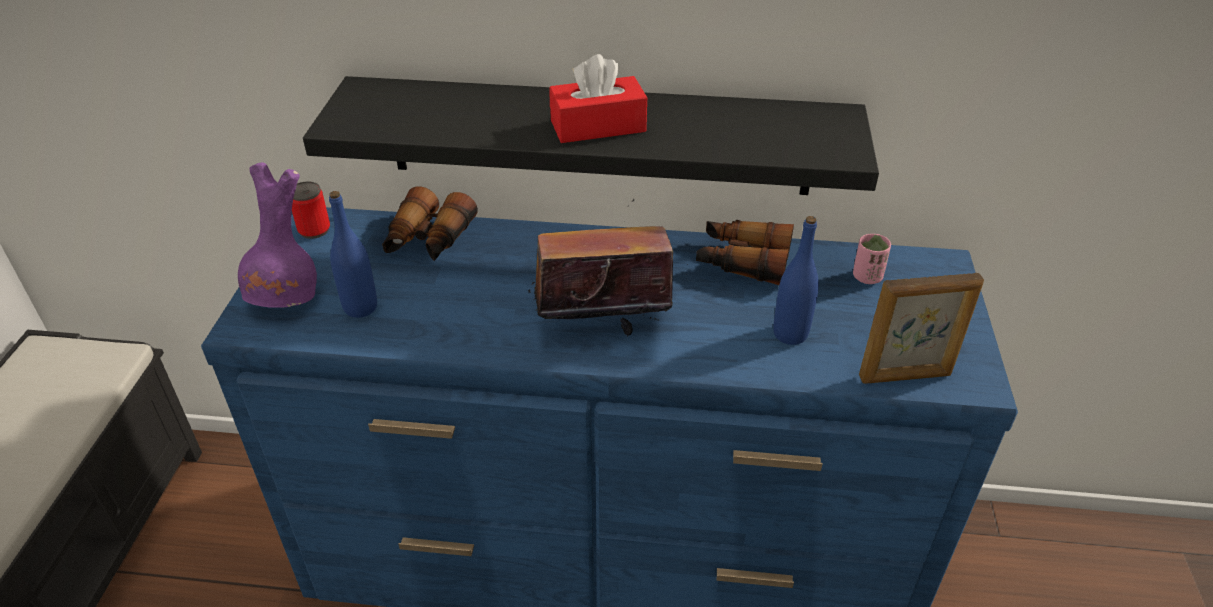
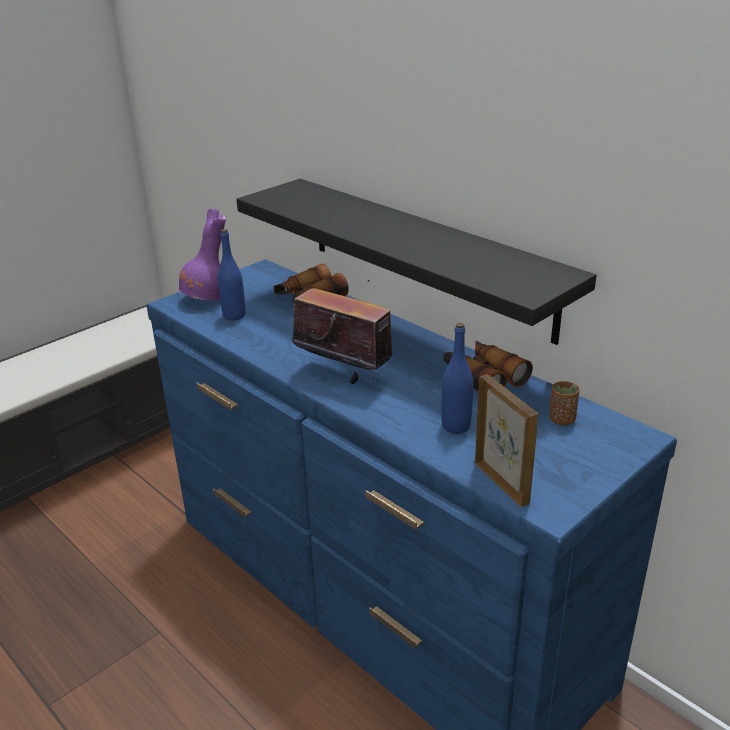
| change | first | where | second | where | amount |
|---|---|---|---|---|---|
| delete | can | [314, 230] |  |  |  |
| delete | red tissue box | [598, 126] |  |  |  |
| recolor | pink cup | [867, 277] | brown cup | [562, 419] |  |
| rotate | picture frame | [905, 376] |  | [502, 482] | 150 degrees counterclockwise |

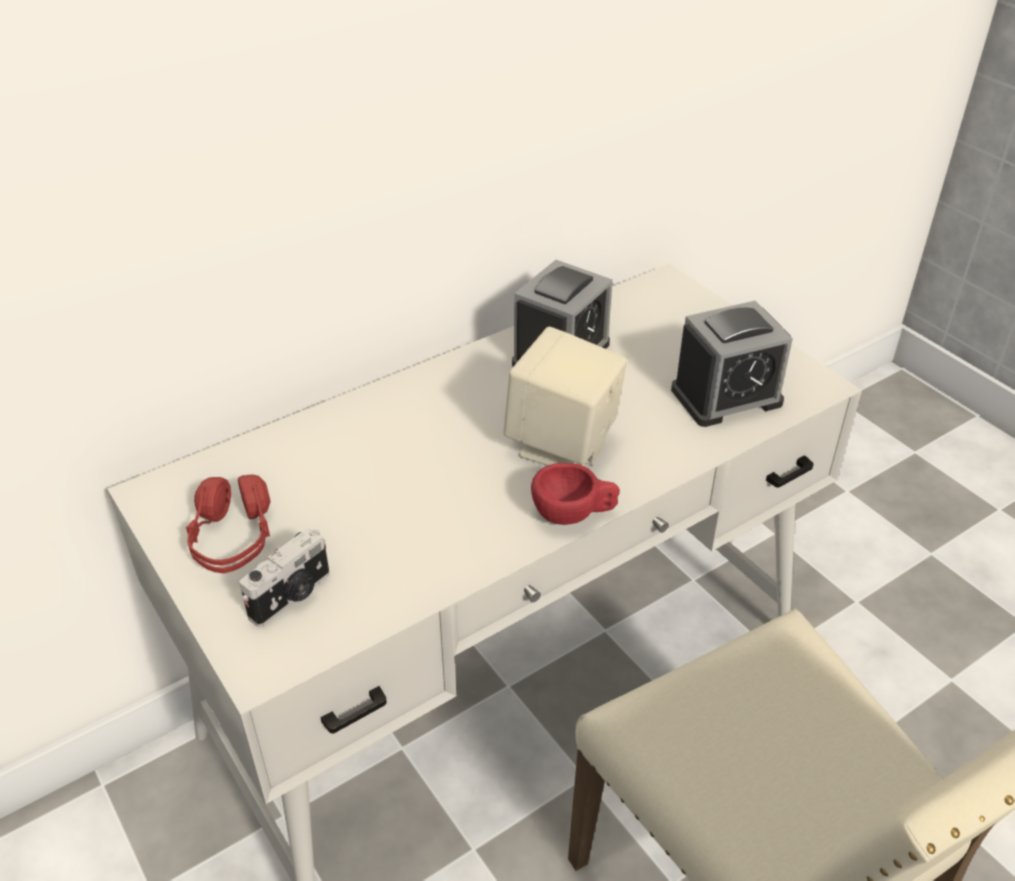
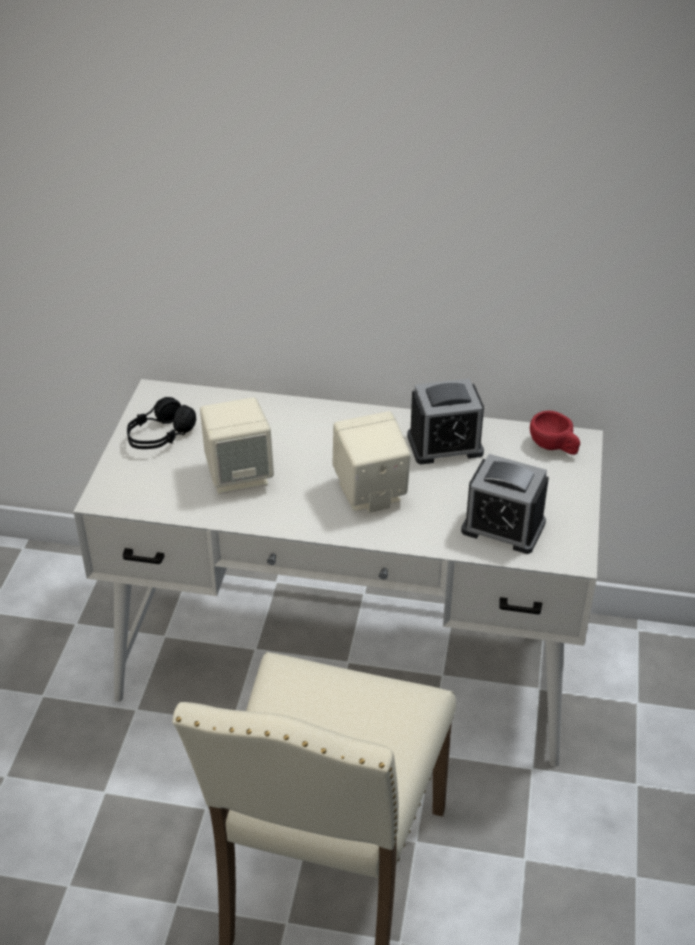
| change | first | where | second | where | amount |
|---|---|---|---|---|---|
| recolor | red headphones | [233, 539] | black headphones | [160, 436] |  |
| delete | photo camera | [292, 596] |  |  |  |
| move | red cup | [574, 514] |  | [554, 447] |  |
| insert |  |  | beige speaker | [239, 474] |  |

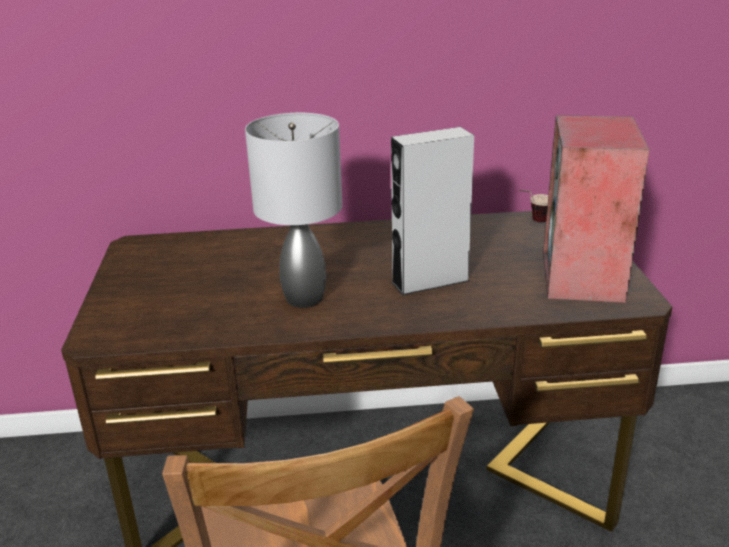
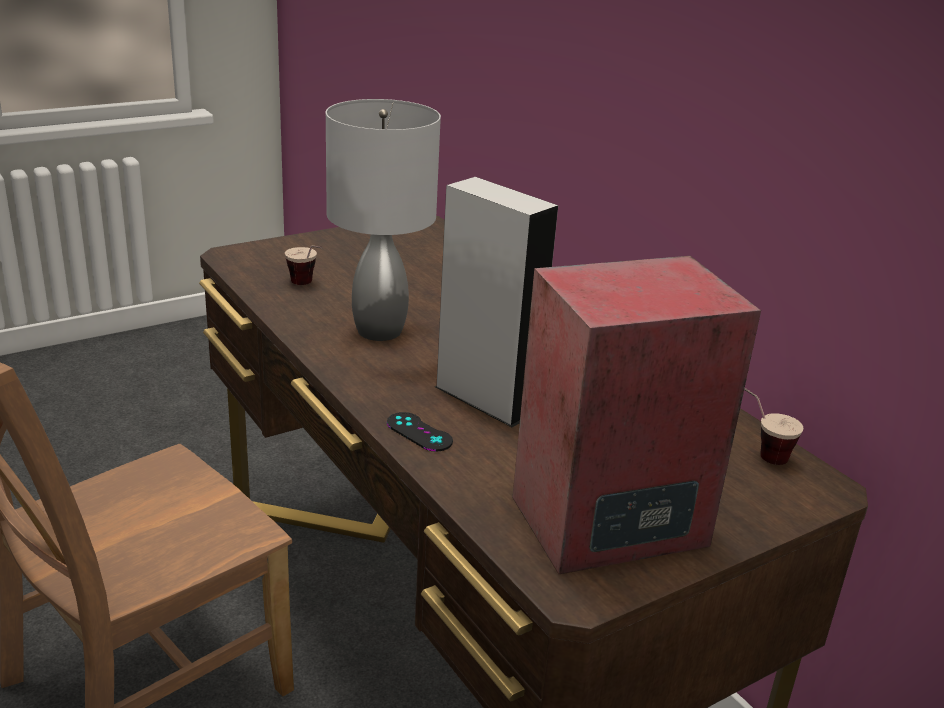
| change | first | where | second | where | amount |
|---|---|---|---|---|---|
| insert |  |  | cup | [307, 286] |  |
| insert |  |  | black game controller | [419, 432] |  |

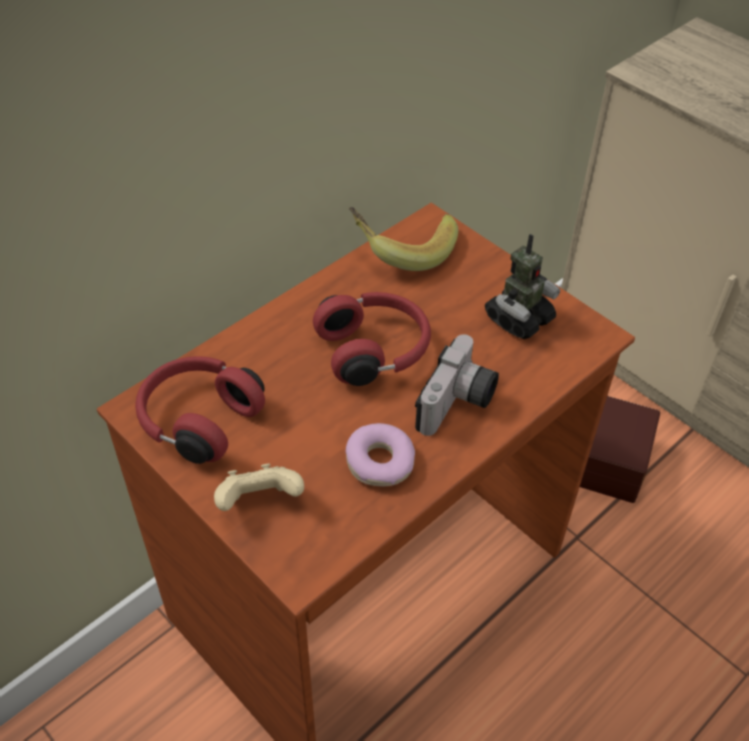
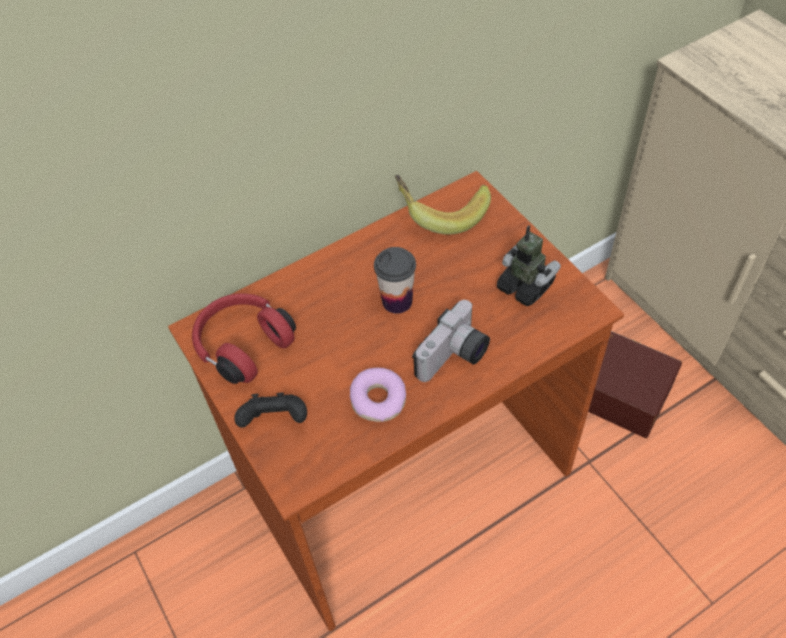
| change | first | where | second | where | amount |
|---|---|---|---|---|---|
| recolor | beige game controller | [259, 502] | black game controller | [276, 420] |  |
| replace | red headphones | [375, 350] | cup | [397, 301] |  |
| rotate | toy robot | [518, 319] |  | [525, 286] | 105 degrees counterclockwise |

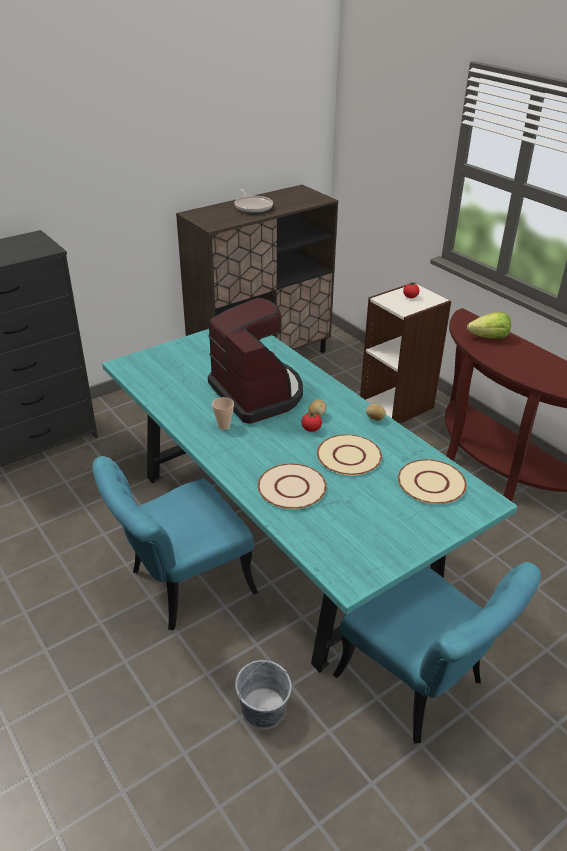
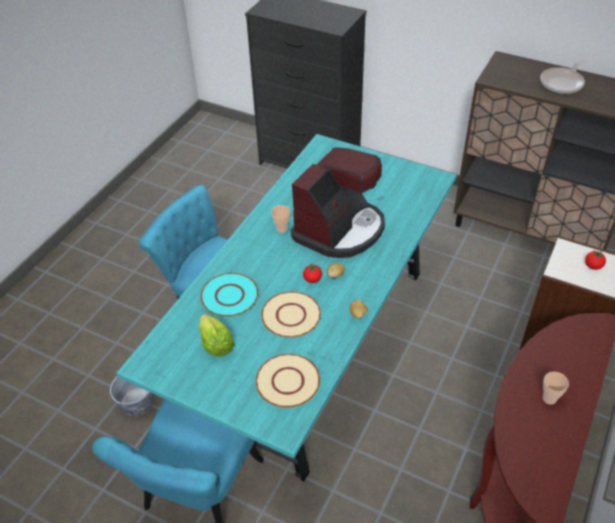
| change | first | where | second | where | amount |
|---|---|---|---|---|---|
| recolor | beige plate | [292, 487] | turquoise plate | [230, 296] |  |
| move | lettuce | [489, 337] |  | [216, 344] |  |
| insert |  |  | cup | [549, 398] |  |

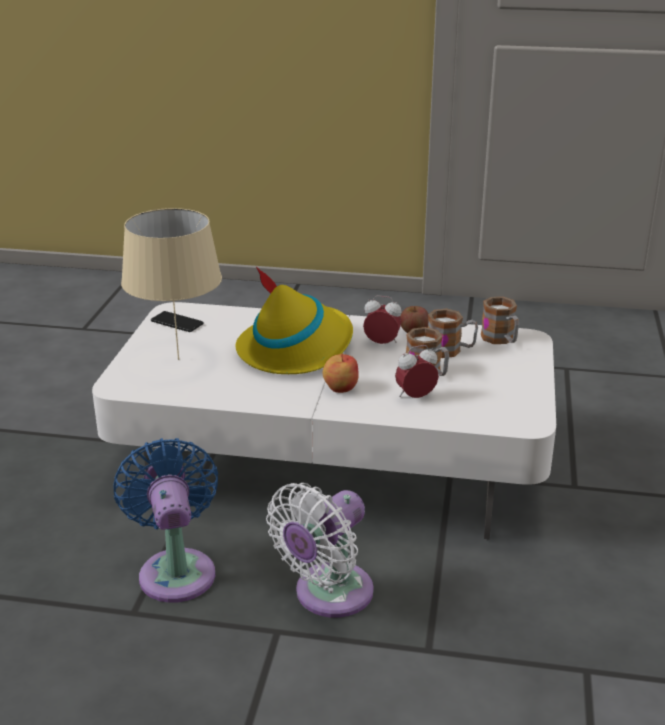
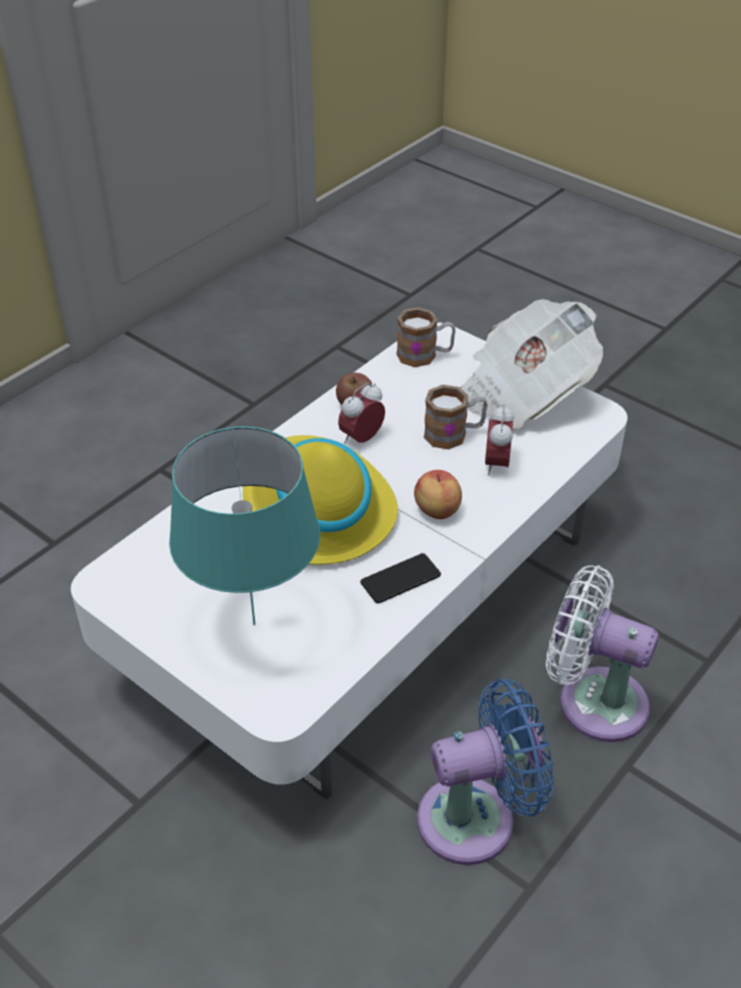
| change | first | where | second | where | amount |
|---|---|---|---|---|---|
| rotate | blue fan | [176, 570] |  | [476, 818] | 150 degrees clockwise |
| recolor | beige table lamp | [179, 360] | turquoise table lamp | [256, 624] |  |
| move | phone | [177, 322] |  | [400, 579] |  |
| rotate | white fan | [328, 595] |  | [593, 700] | 135 degrees clockwise |
| delete | mug | [451, 350] |  |  |  |
| insert |  |  | newspaper | [522, 392] |  |

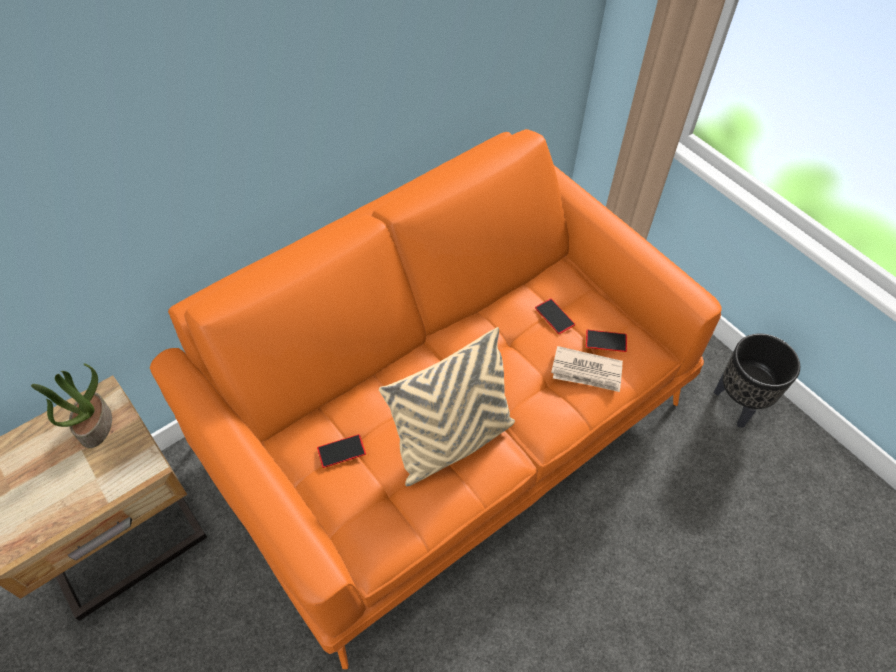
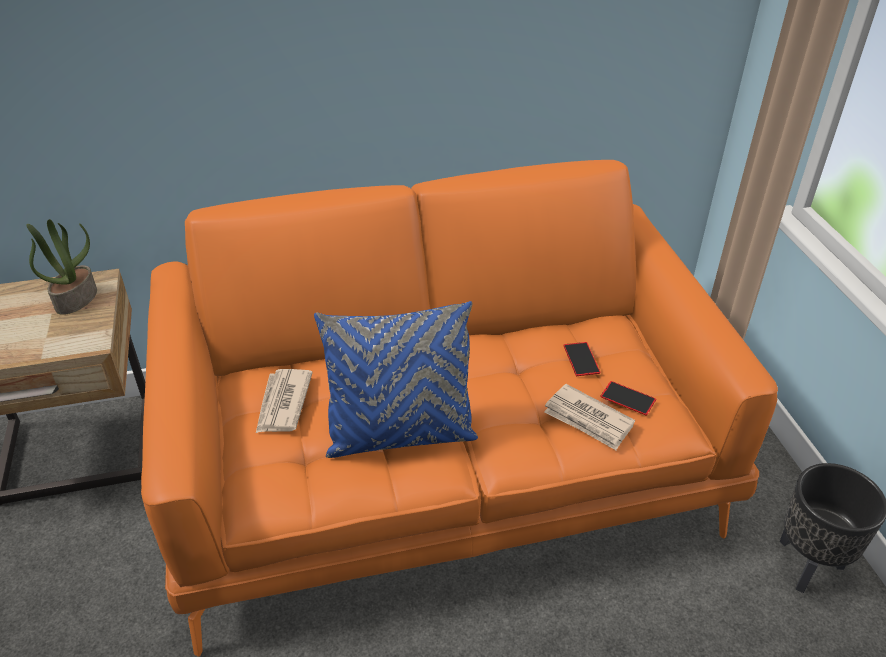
| change | first | where | second | where | amount |
|---|---|---|---|---|---|
| replace | phone | [341, 451] | newspaper | [282, 403] |  |
| recolor | beige pillow | [452, 441] | blue pillow | [400, 435] |  |

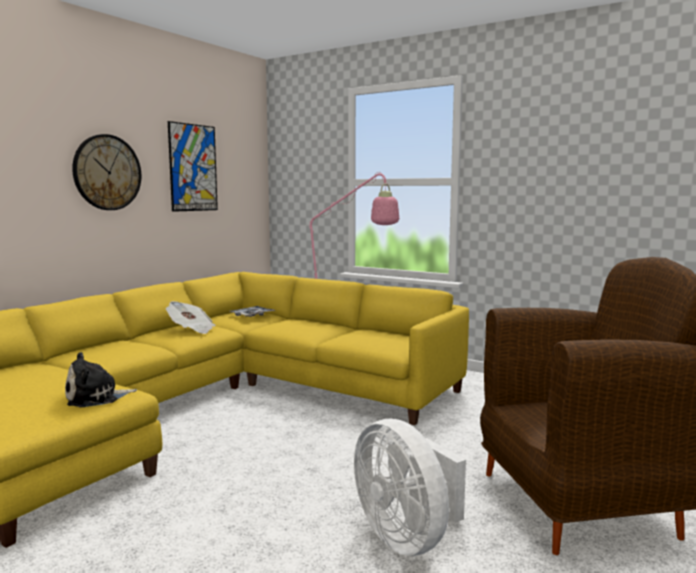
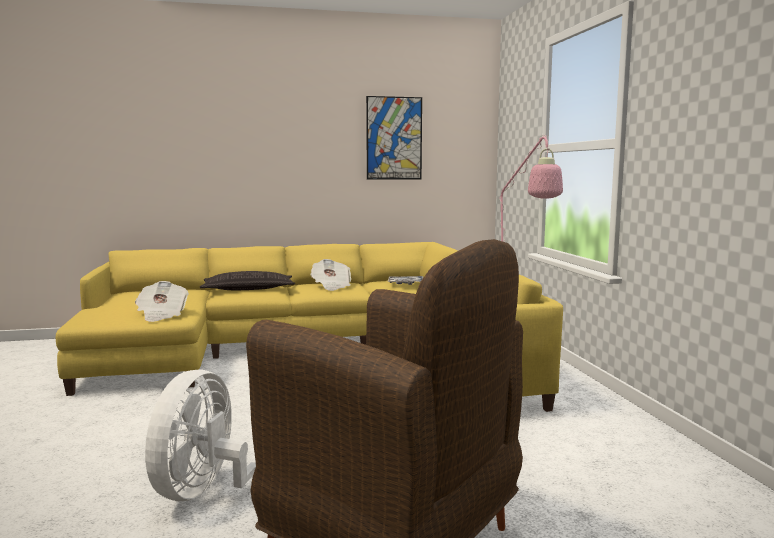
| change | first | where | second | where | amount |
|---|---|---|---|---|---|
| replace | plush toy | [96, 398] | newspaper | [162, 315] |  |
| delete | wall clock | [107, 172] |  |  |  |
| insert |  |  | pillow | [248, 289] |  |

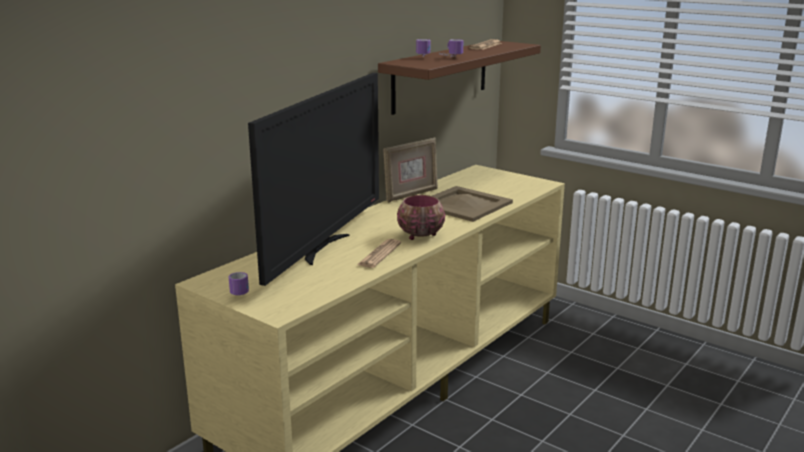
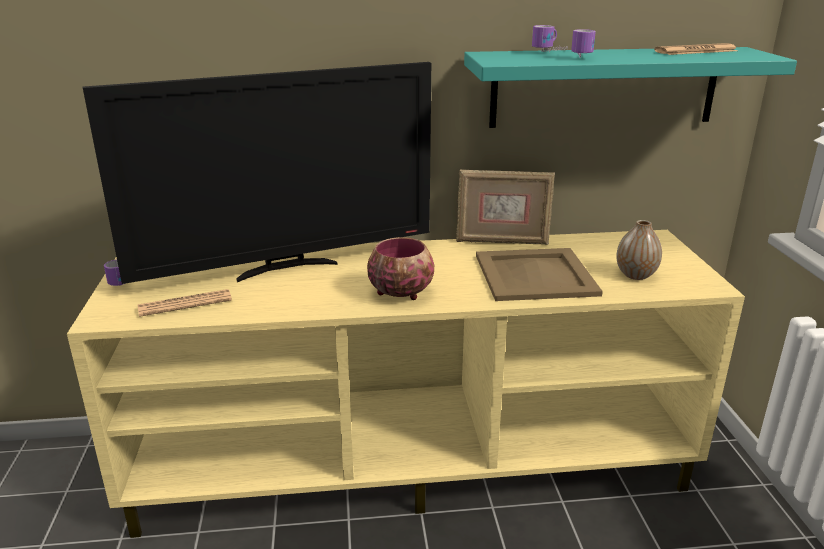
| change | first | where | second | where | amount |
|---|---|---|---|---|---|
| move | newspaper | [379, 254] |  | [185, 304] |  |
| recolor | brown shelf | [440, 76] | turquoise shelf | [604, 87] |  |
| insert |  |  | vase | [635, 275] |  |

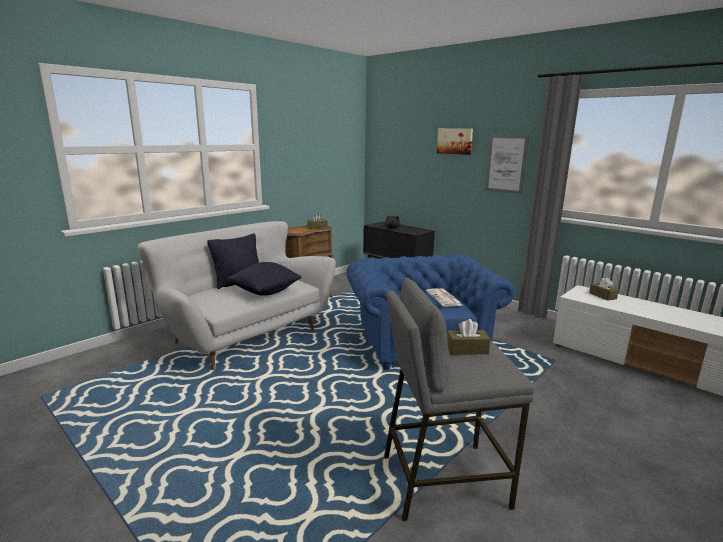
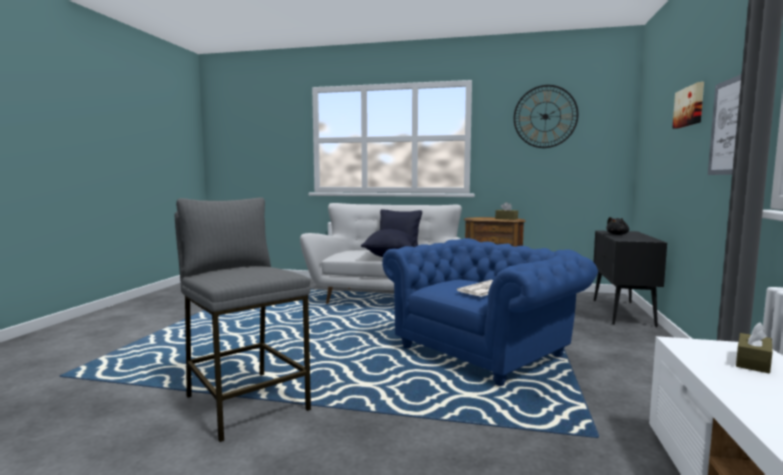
| change | first | where | second | where | amount |
|---|---|---|---|---|---|
| delete | brown tissue box | [467, 349] |  |  |  |
| insert |  |  | wall clock | [545, 116] |  |

